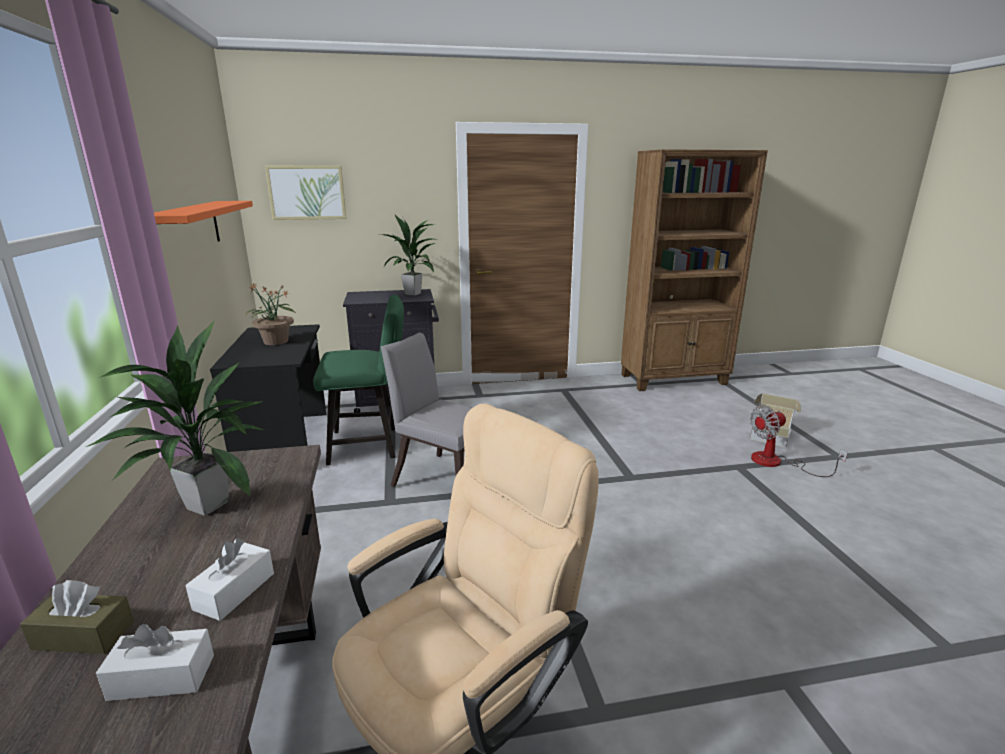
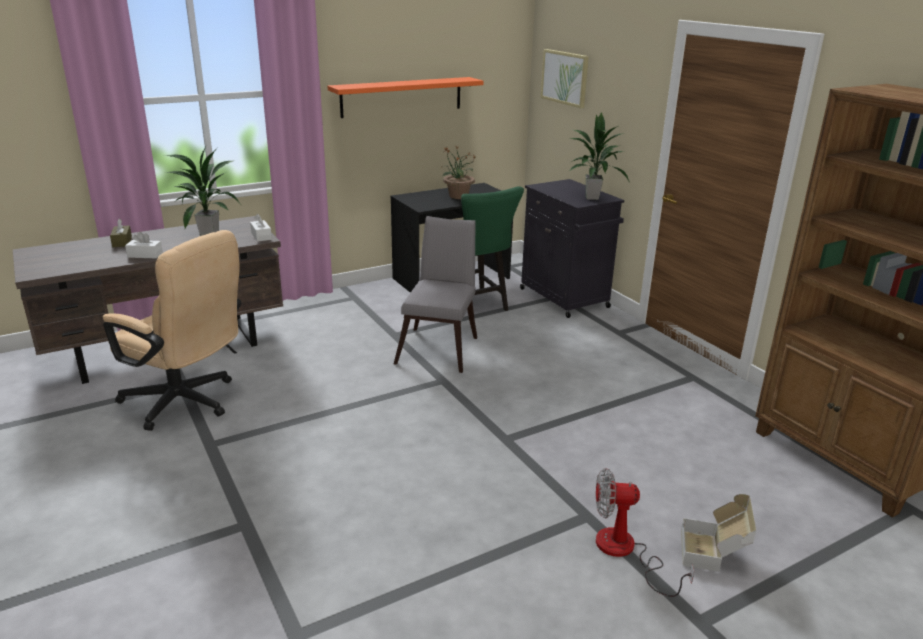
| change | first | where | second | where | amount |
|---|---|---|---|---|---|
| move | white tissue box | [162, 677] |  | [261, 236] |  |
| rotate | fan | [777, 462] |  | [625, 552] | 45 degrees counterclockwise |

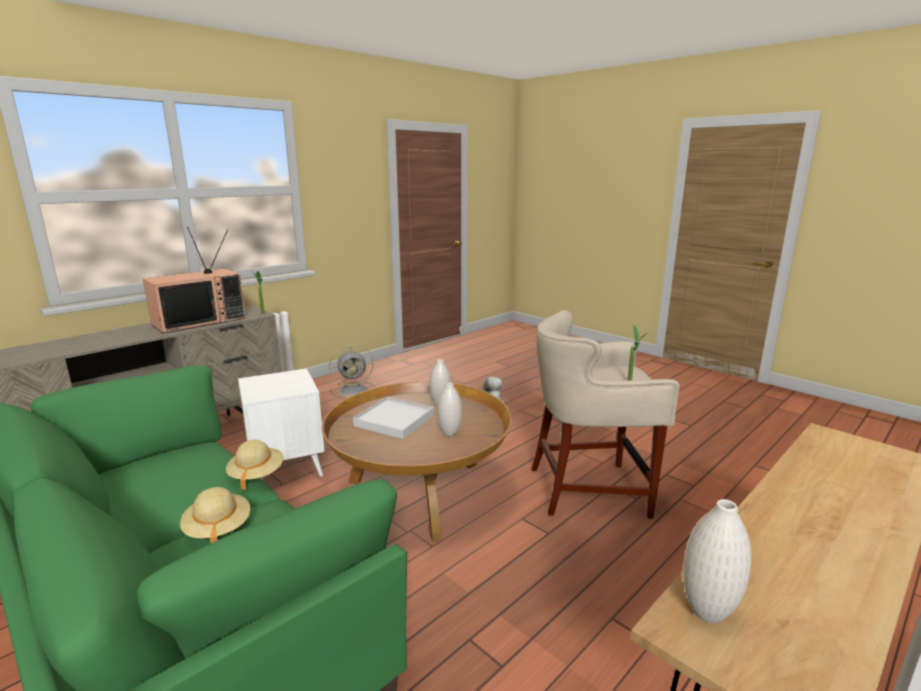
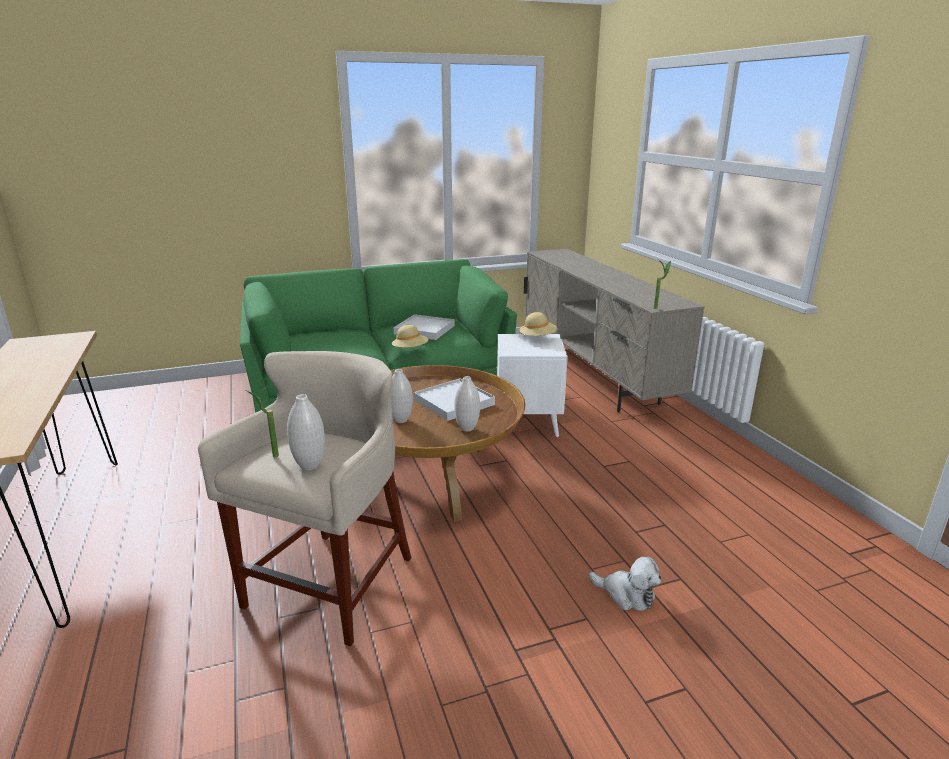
| change | first | where | second | where | amount |
|---|---|---|---|---|---|
| delete | television | [200, 321] |  |  |  |
| move | beige hat | [218, 529] |  | [538, 338] |  |
| delete | grey fan | [355, 390] |  |  |  |
| move | white vase | [707, 612] |  | [309, 466] |  |
| insert |  |  | white tray | [424, 330] |  |

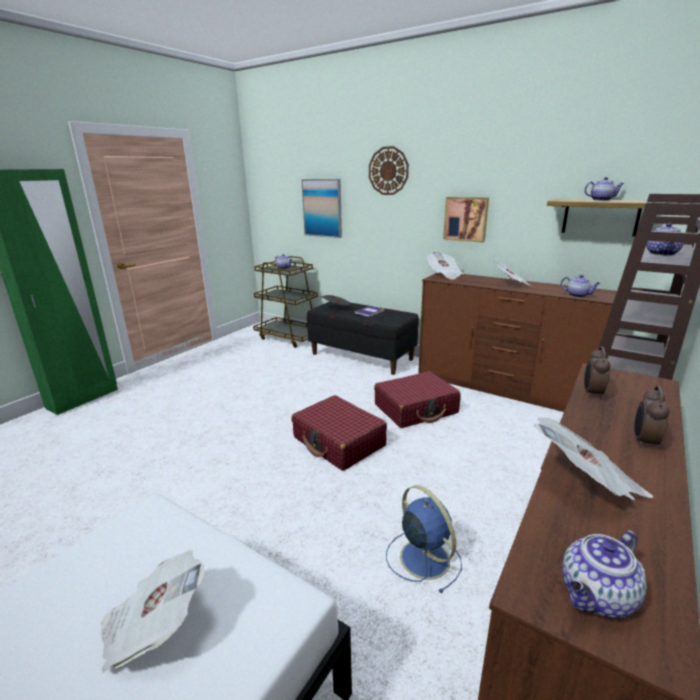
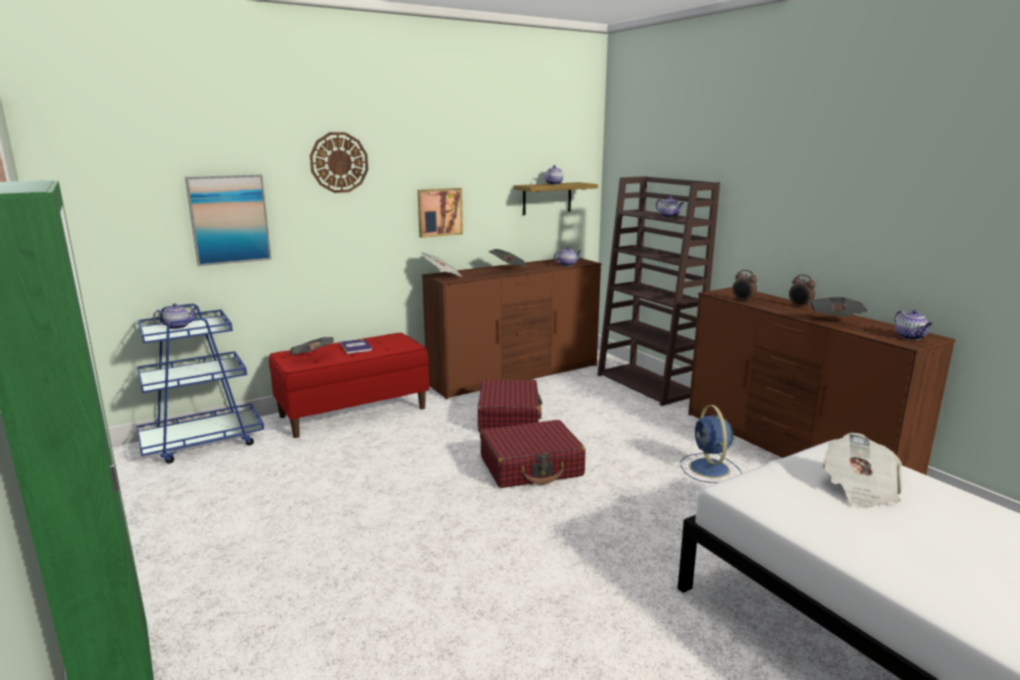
| change | first | where | second | where | amount |
|---|---|---|---|---|---|
| recolor | brown cart | [289, 337] | blue cart | [203, 442] |  |
| recolor | black bench | [362, 356] | red bench | [353, 412] |  |
| rotate | blue fan | [423, 557] |  | [710, 469] | 90 degrees counterclockwise |

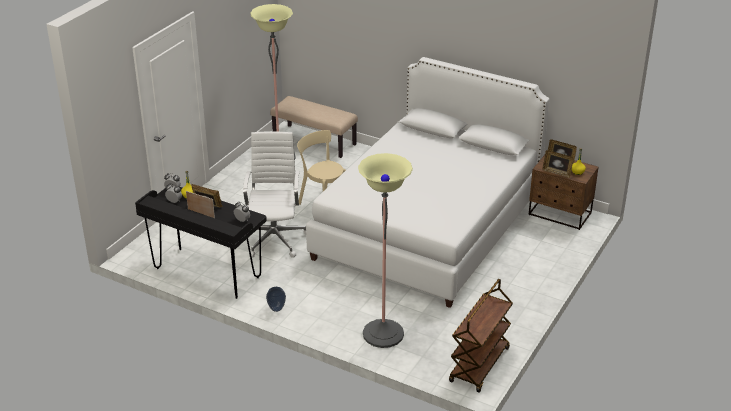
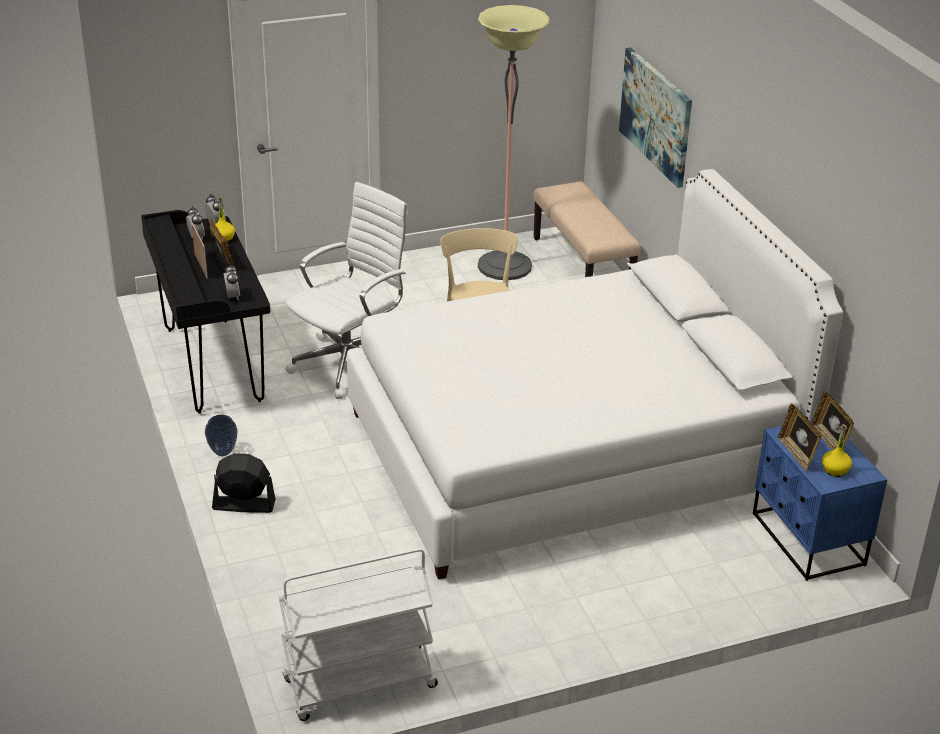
| change | first | where | second | where | amount |
|---|---|---|---|---|---|
| delete | floor lamp | [383, 334] |  |  |  |
| recolor | brown cart | [480, 366] | white cart | [359, 685] |  |
| recolor | brown nightstand | [560, 214] | blue nightstand | [807, 540] |  |
| insert |  |  | black fan | [243, 504] |  |
| insert |  |  | picture | [656, 115] |  |

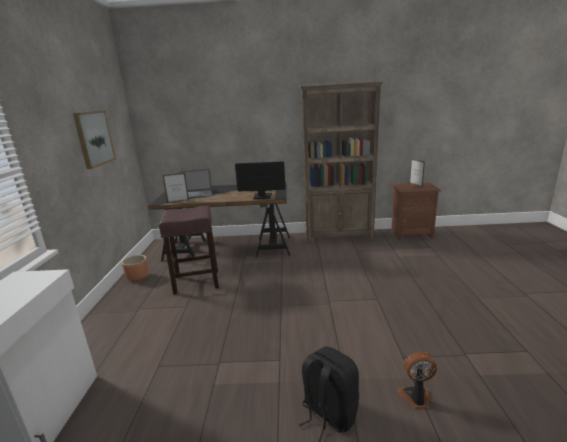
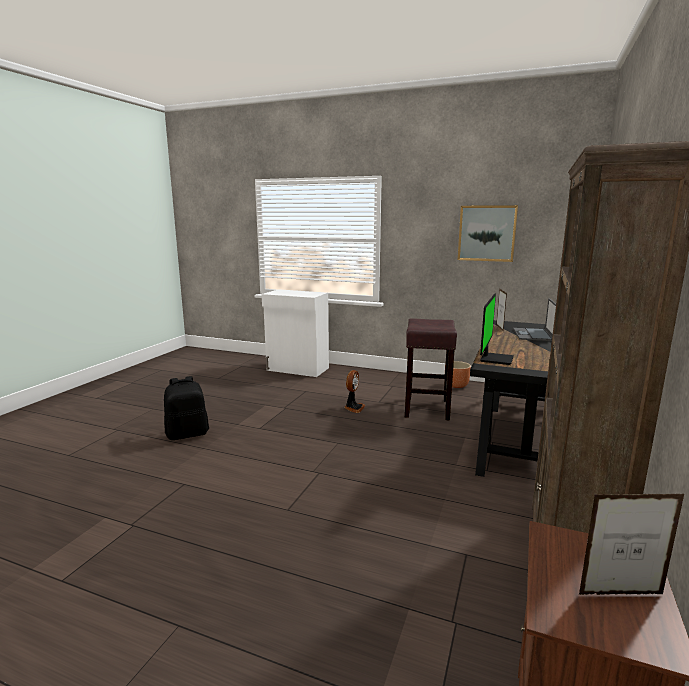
| change | first | where | second | where | amount |
|---|---|---|---|---|---|
| move | fan | [416, 398] |  | [353, 408] |  |

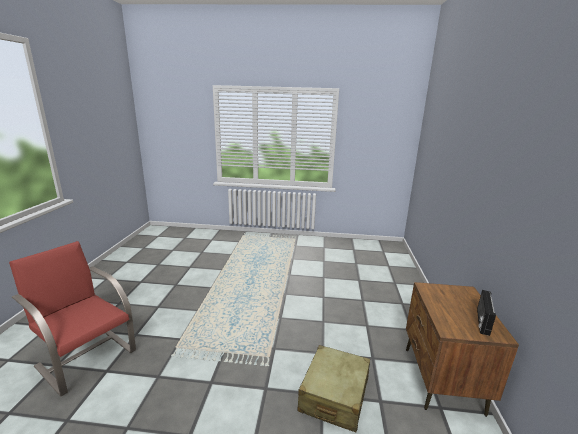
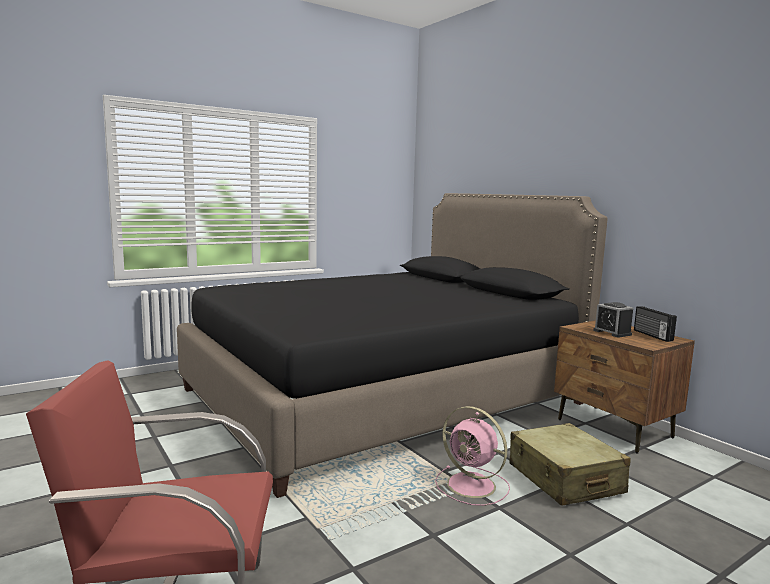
| change | first | where | second | where | amount |
|---|---|---|---|---|---|
| insert |  |  | black bed | [382, 396] |  |
| insert |  |  | pink fan | [473, 486] |  |
| insert |  |  | alarm clock | [612, 332] |  |

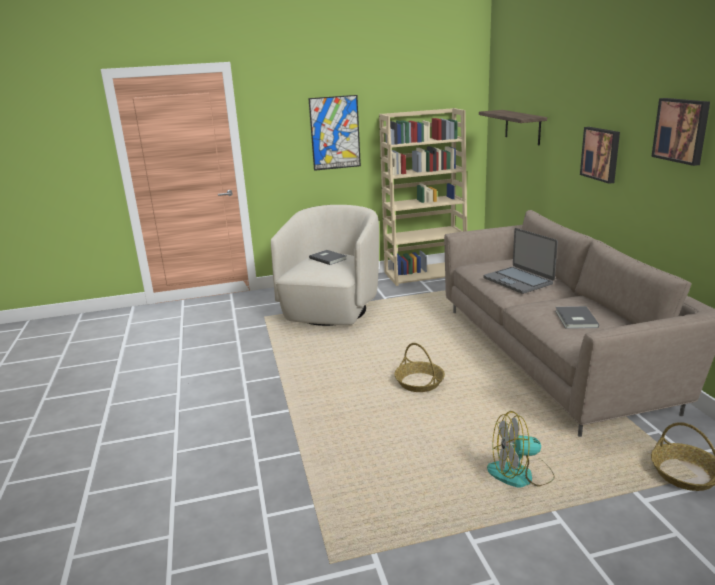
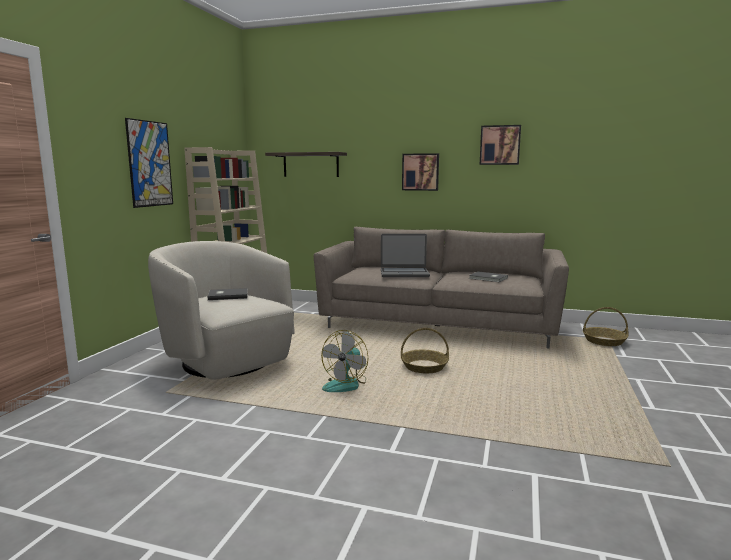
| change | first | where | second | where | amount |
|---|---|---|---|---|---|
| move | fan | [520, 474] |  | [345, 384] |  |

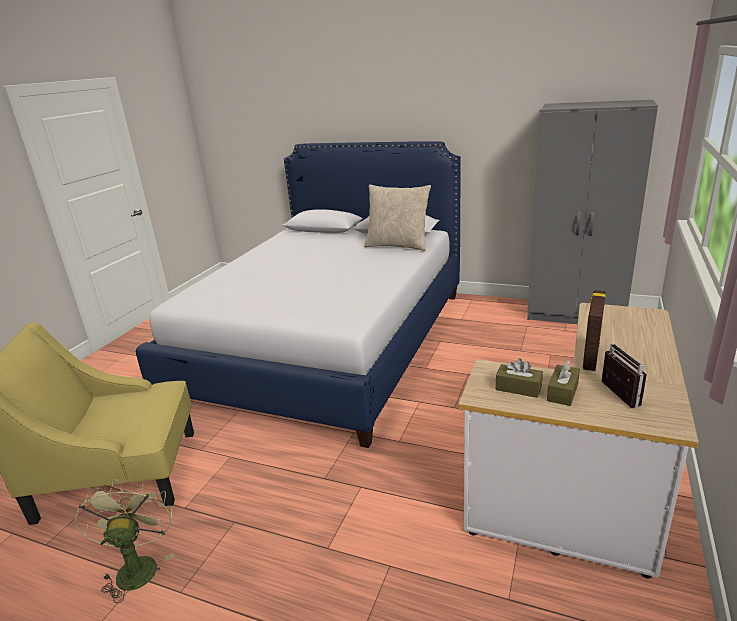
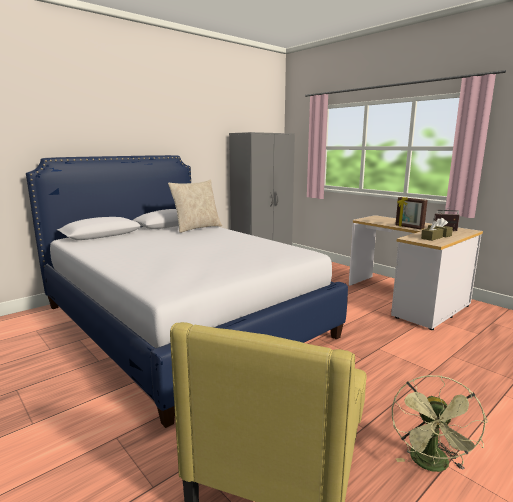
| change | first | where | second | where | amount |
|---|---|---|---|---|---|
| rotate | green fan | [137, 566] |  | [431, 465] | 90 degrees counterclockwise |

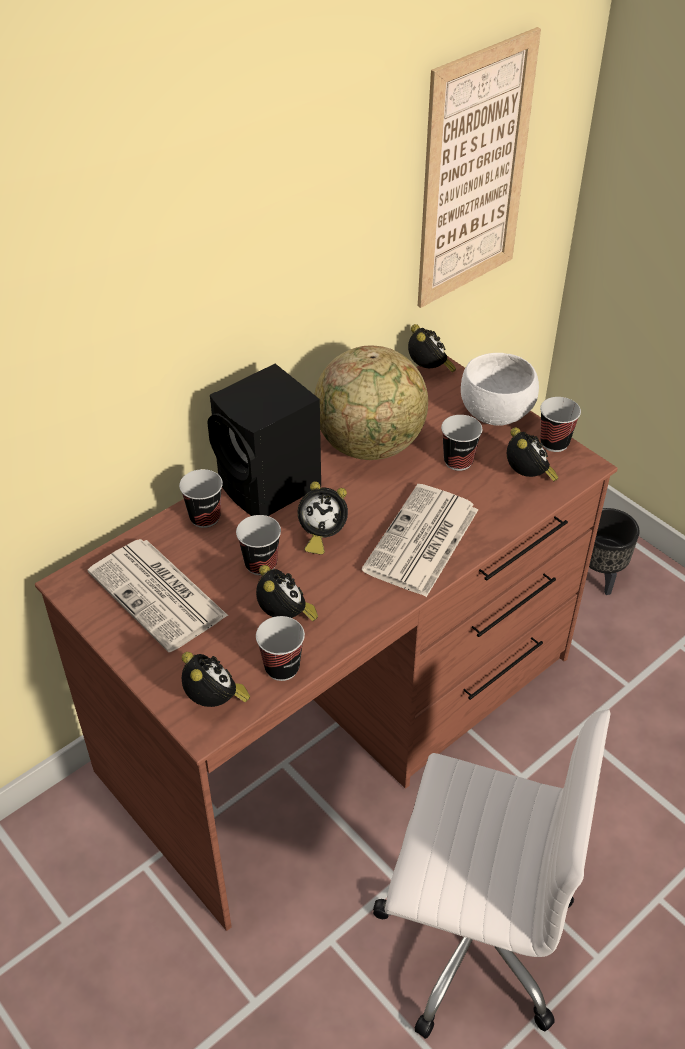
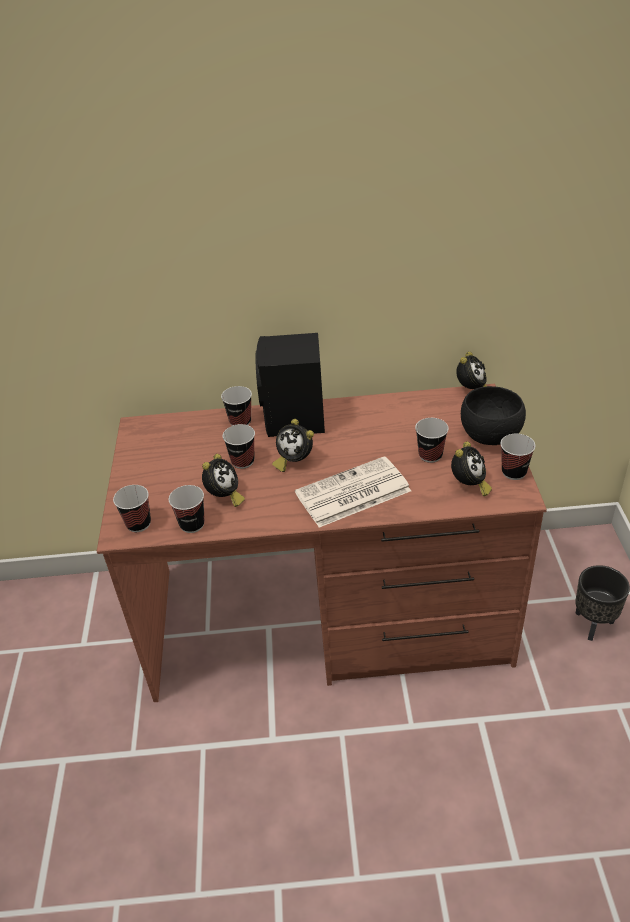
| change | first | where | second | where | amount |
|---|---|---|---|---|---|
| delete | newspaper | [159, 595] |  |  |  |
| replace | alarm clock | [215, 701] | cup | [138, 524] |  |
| delete | globe | [370, 446] |  |  |  |
| delete | white office chair | [471, 936] |  |  |  |
| delete | picture | [474, 173] |  |  |  |
| recolor | white bowl | [497, 414] | black bowl | [491, 437] |  |

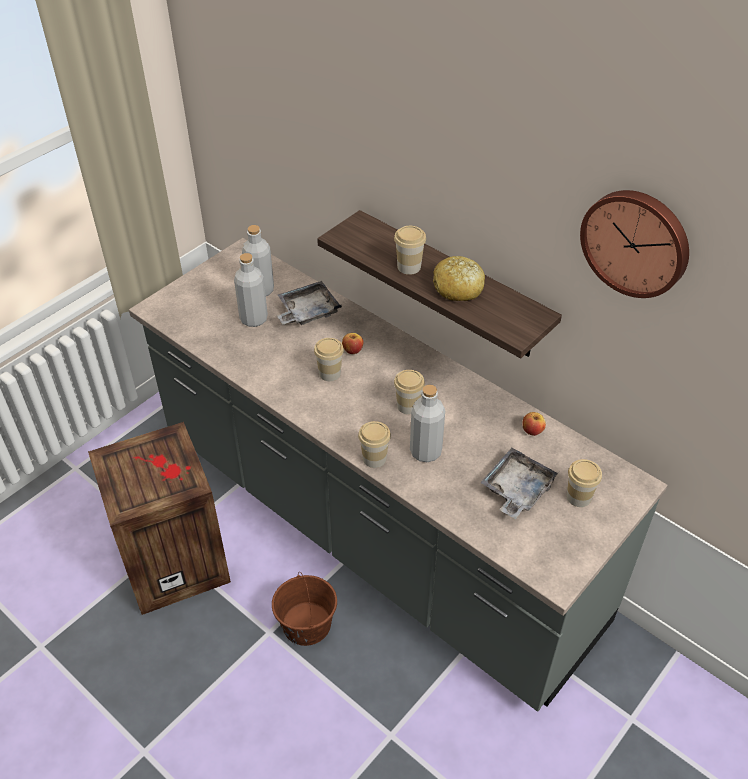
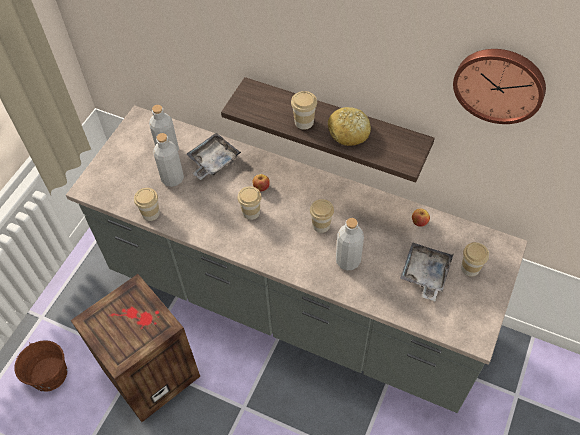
| change | first | where | second | where | amount |
|---|---|---|---|---|---|
| move | brown bucket | [306, 624] |  | [49, 374] |  |
| move | cup | [374, 458] |  | [151, 213] |  |

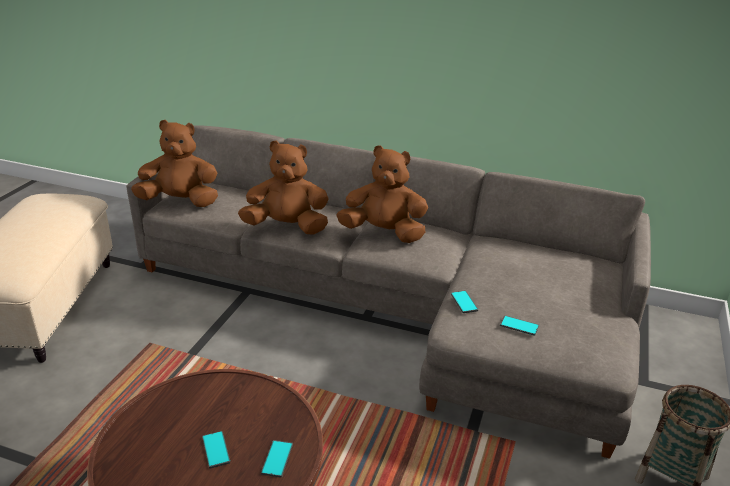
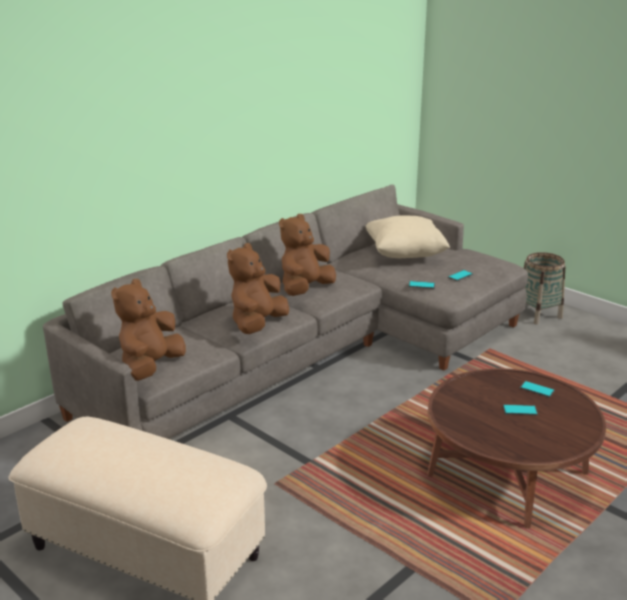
| change | first | where | second | where | amount |
|---|---|---|---|---|---|
| insert |  |  | beige pillow | [405, 255] |  |

